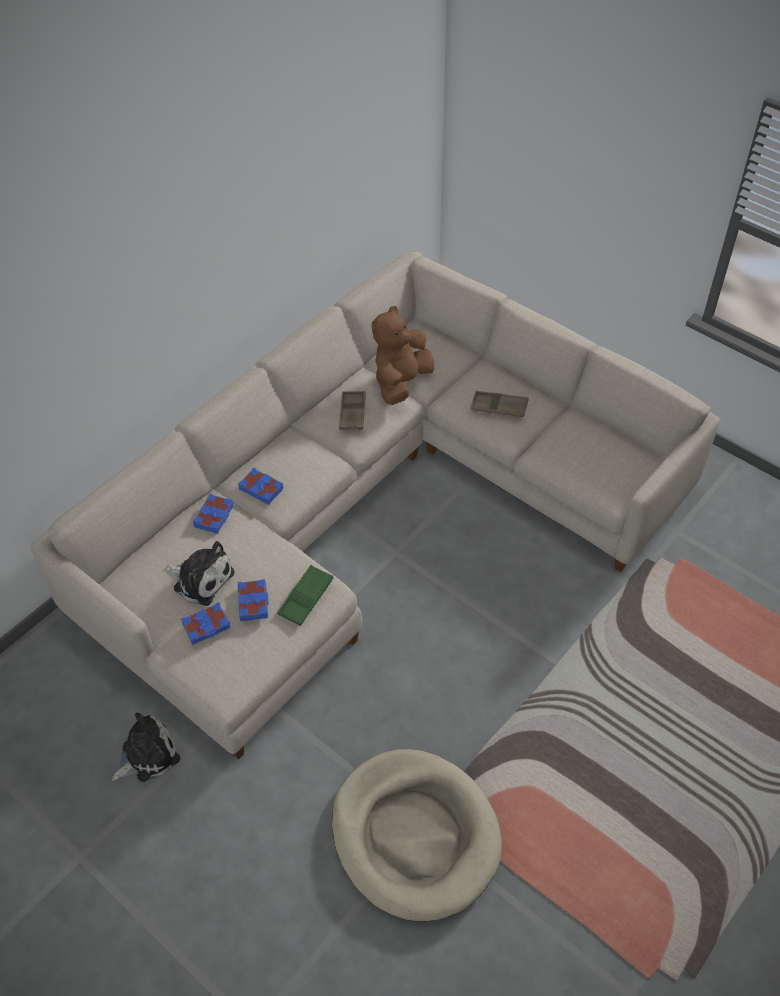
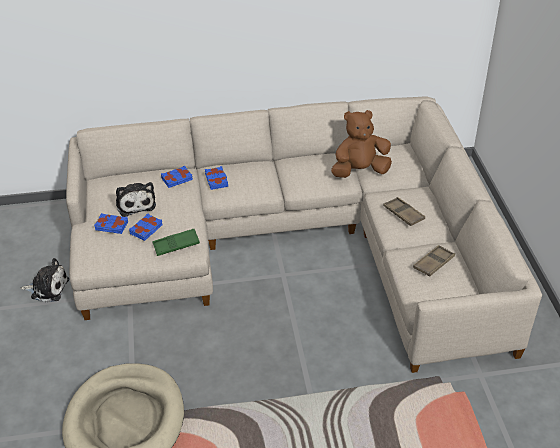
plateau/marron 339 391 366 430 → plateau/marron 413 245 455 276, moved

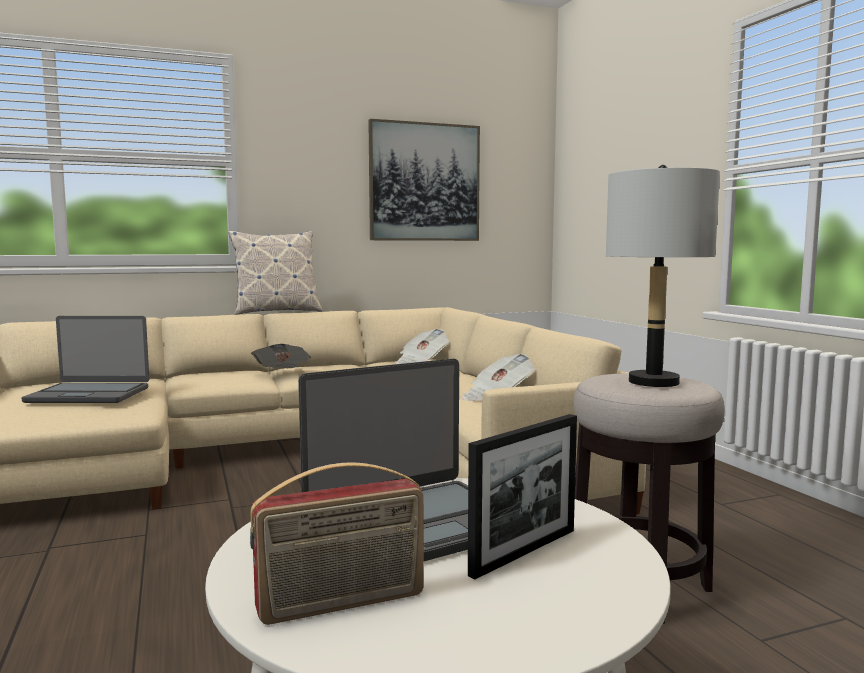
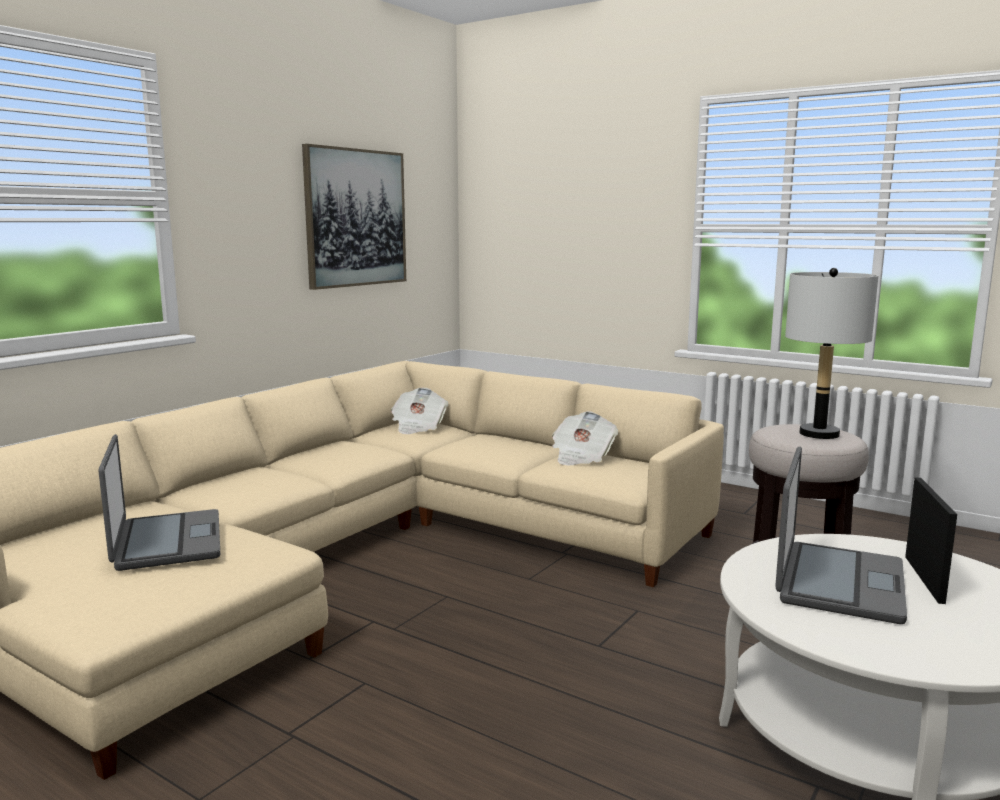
ordinateur portable 22 316 149 403 → ordinateur portable 98 434 220 571, 75 degrees counterclockwise
coussin 228 231 322 315 → -
radio 250 462 424 625 → -
journal 251 344 311 368 → -

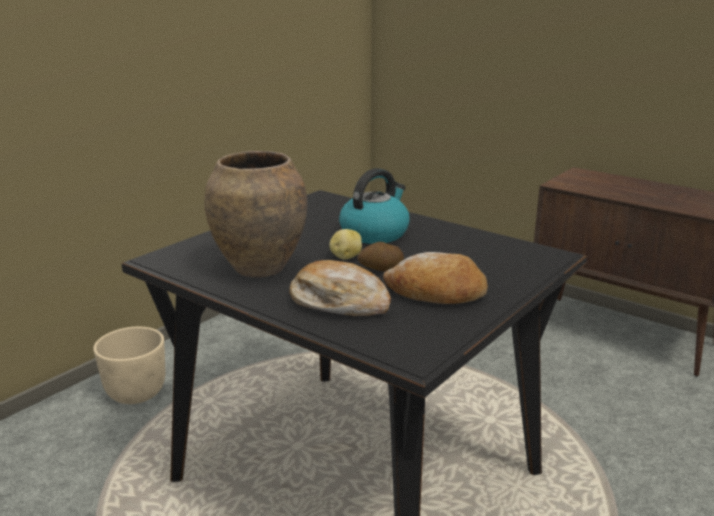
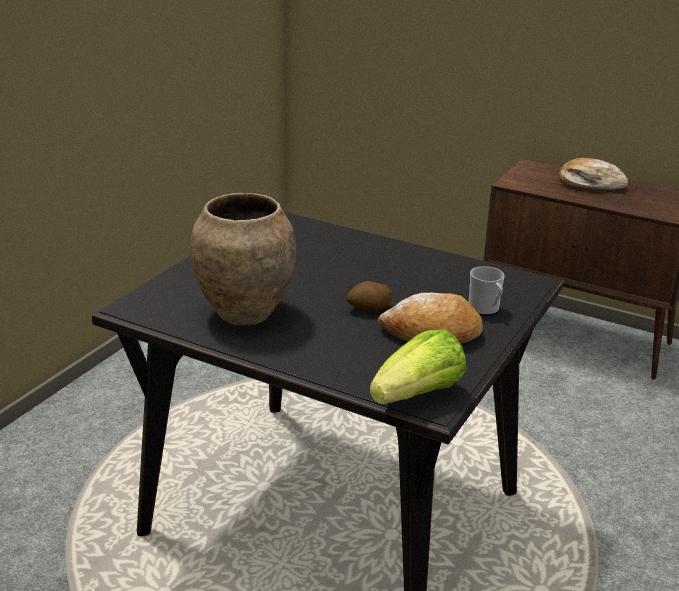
- → laitue 370 330 467 404
- → mug 469 266 504 316
pain 289 260 391 316 → pain 559 158 628 190, moved
cache-pot/beige 93 327 165 404 → -
pomme de terre 329 229 362 260 → -
bouilloire 339 168 410 244 → -

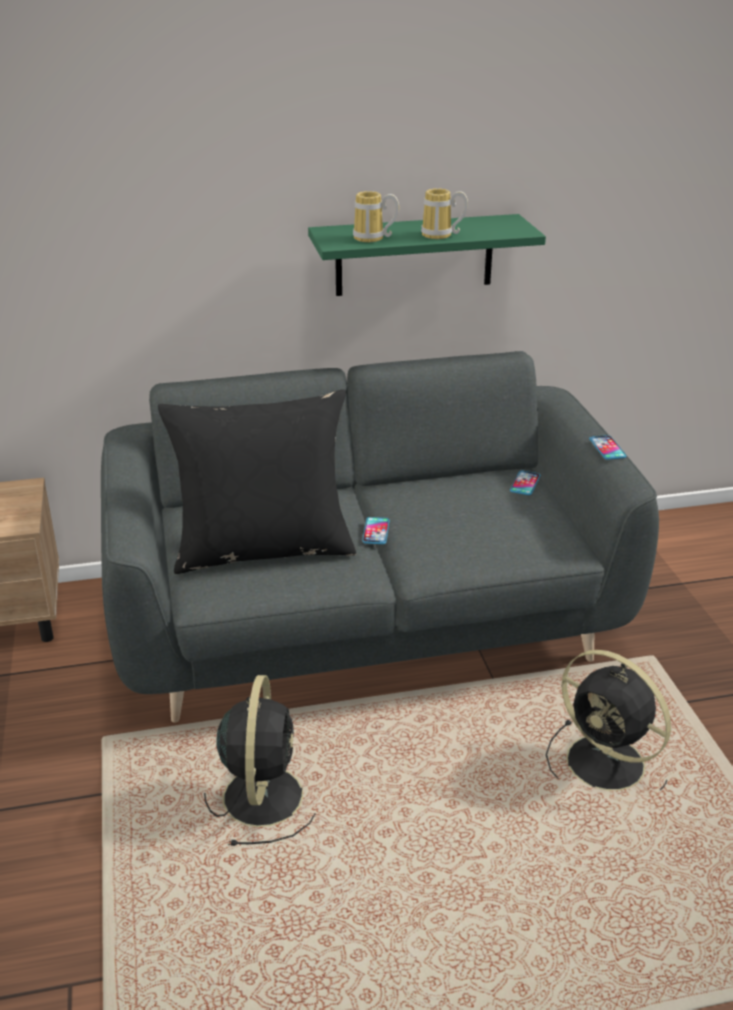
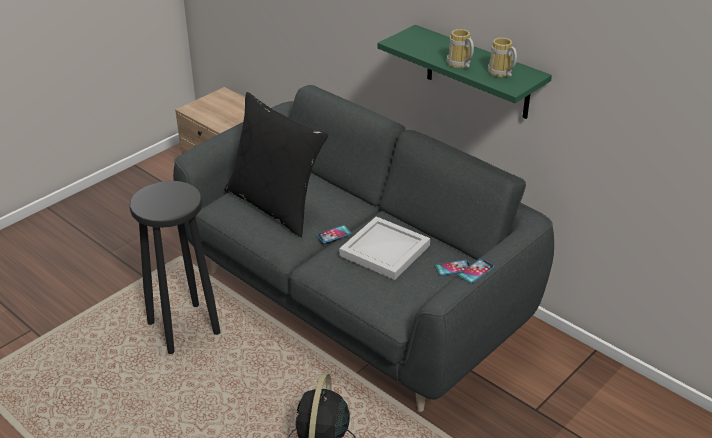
ventilateur/noir 204 675 316 846 → tabouret/noir 130 181 220 354
- → plateau/blanc 339 217 430 280
mug 353 191 399 242 → mug 488 37 517 77, moved

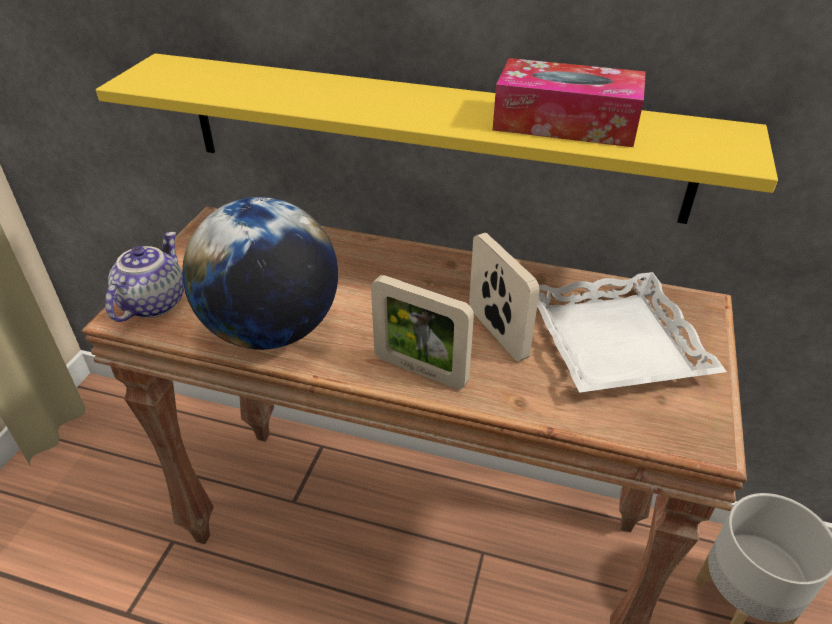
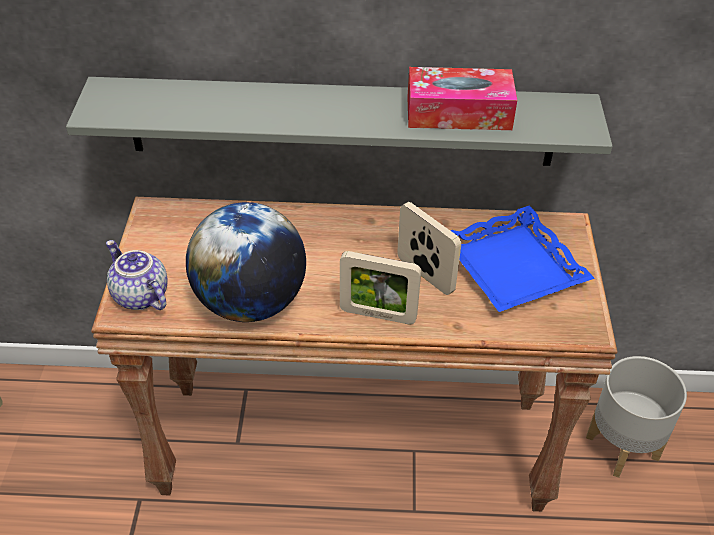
étagère/jaune 96 53 778 224 → étagère/gris 66 77 612 166
théière 105 232 184 322 → théière 106 240 168 310, 45 degrees counterclockwise
plateau/blanc 537 272 727 393 → plateau/bleu 450 205 595 312

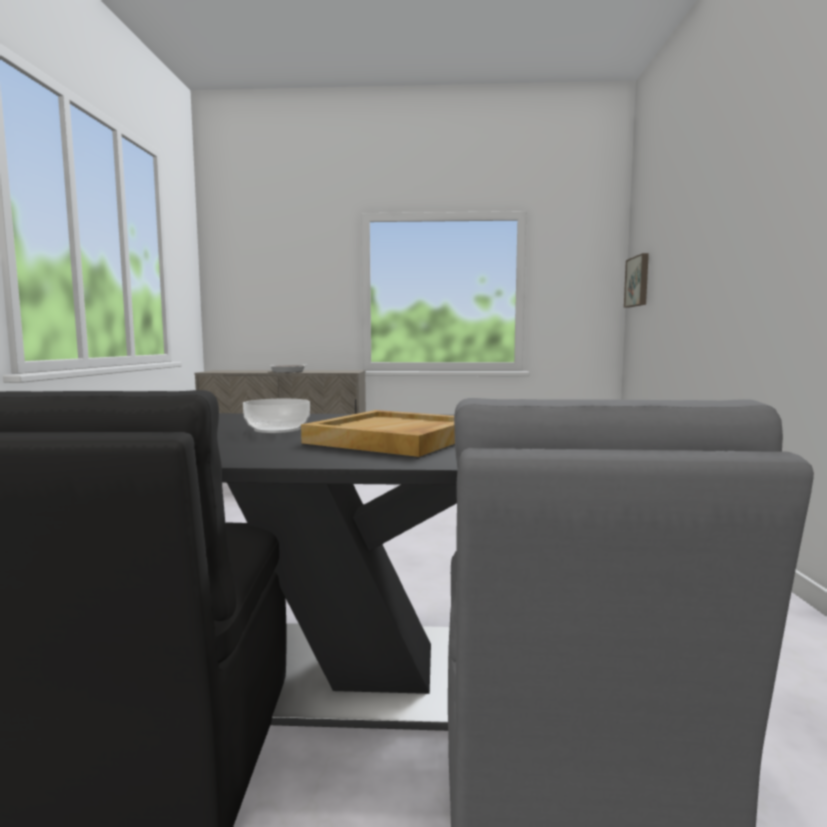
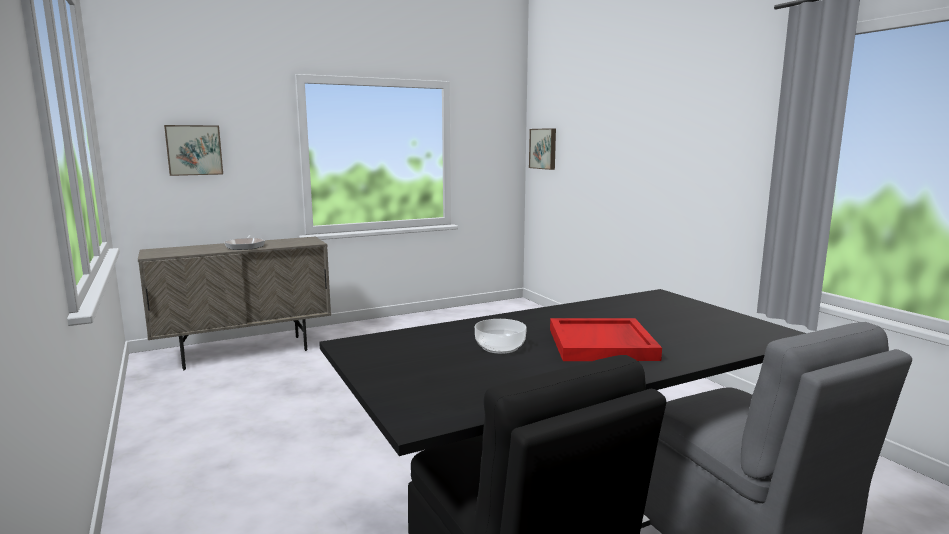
- → tableau 164 125 223 176
plateau/beige 301 410 455 457 → plateau/rouge 550 318 662 361

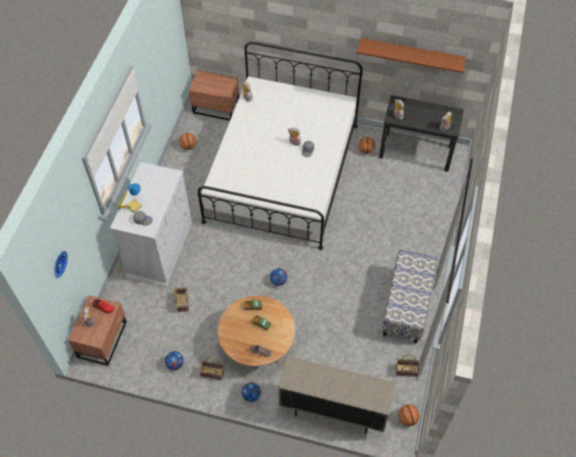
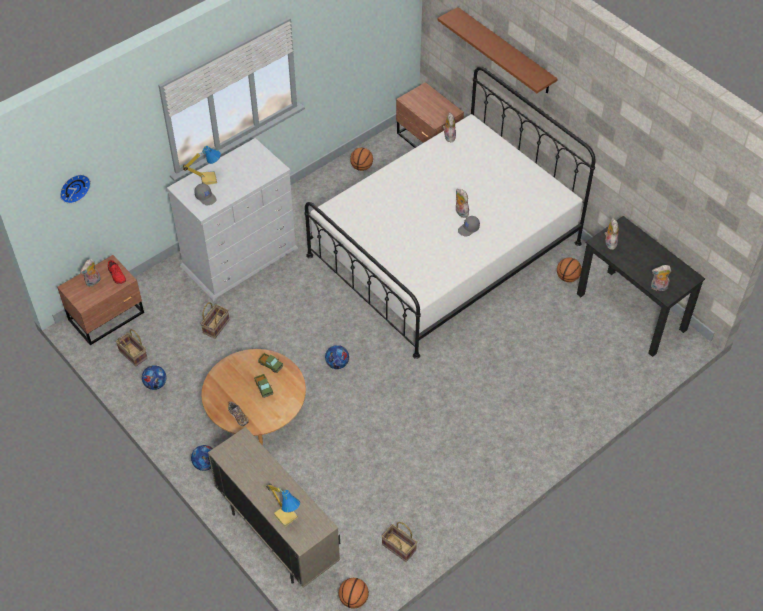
panier 199 357 225 380 → panier 116 329 147 366, moved
- → lampe de table 266 483 300 527
étagère/marron 356 38 466 73 → étagère/marron 438 7 558 93, moved
banc 381 250 437 344 → -

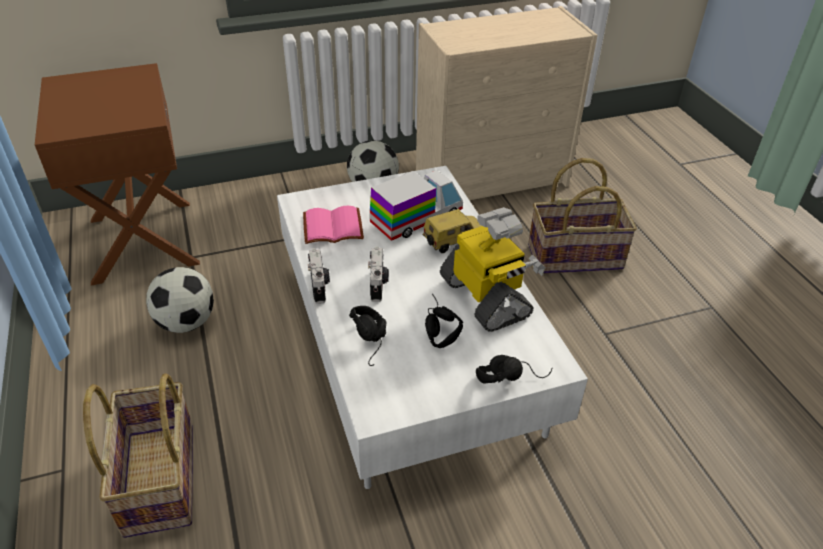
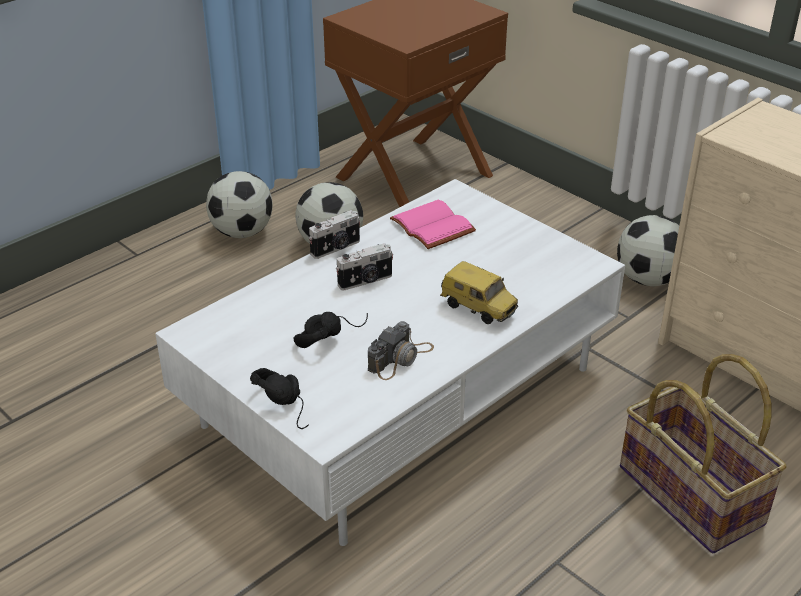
- → ballon de foot 206 171 272 238
robot jouet 440 207 545 332 → appareil photo 368 321 434 380
panier 83 373 193 538 → -
casque audio/noir 349 306 387 366 → -
camion jouet 370 170 463 241 → -

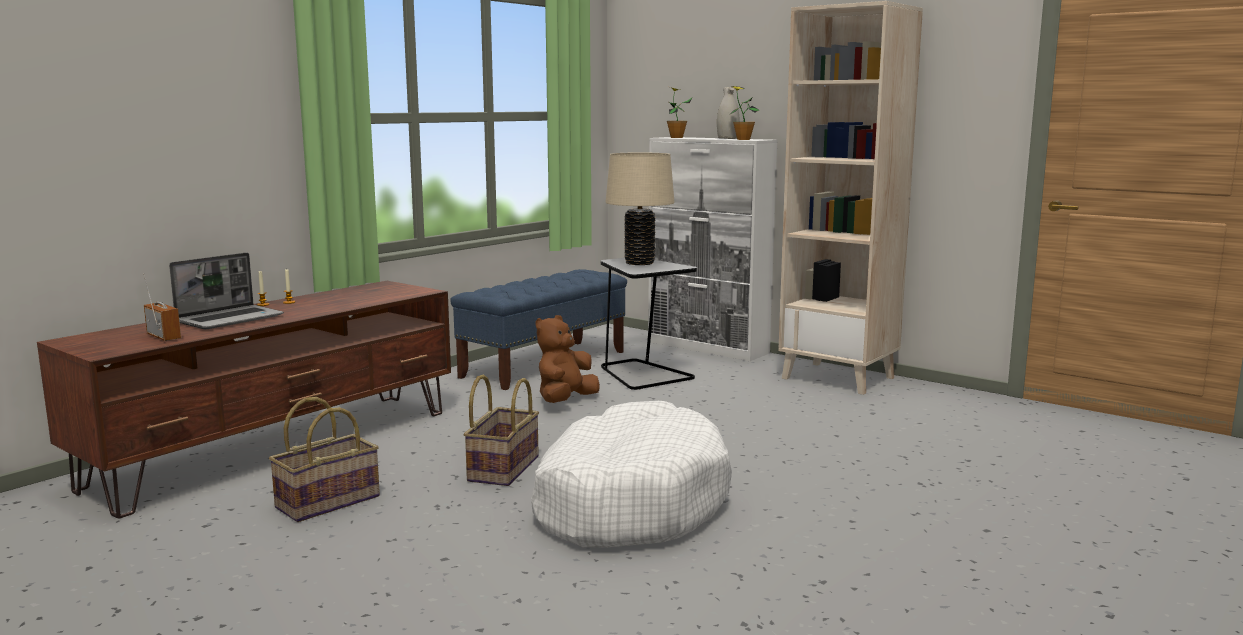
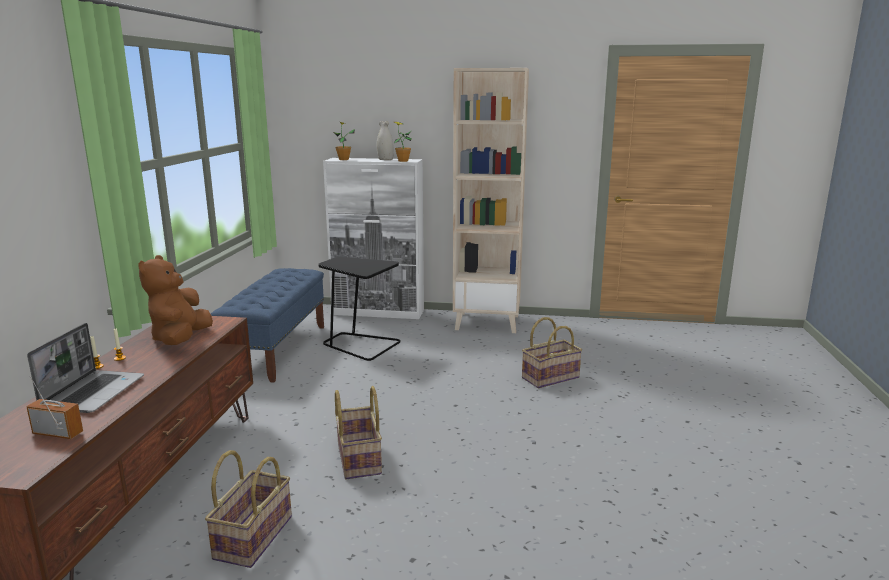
peluche/marron 536 315 600 403 → peluche/marron 138 255 213 345, moved
- → panier 522 317 582 388
panier pour chien/blanc 531 401 732 548 → -
lampe de table/beige 605 152 675 265 → -

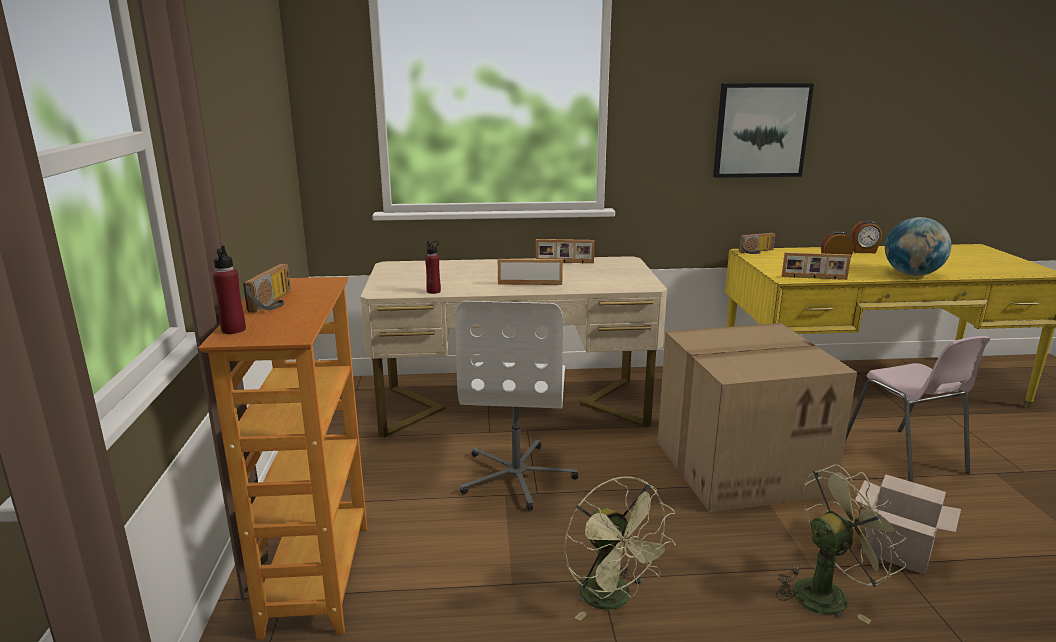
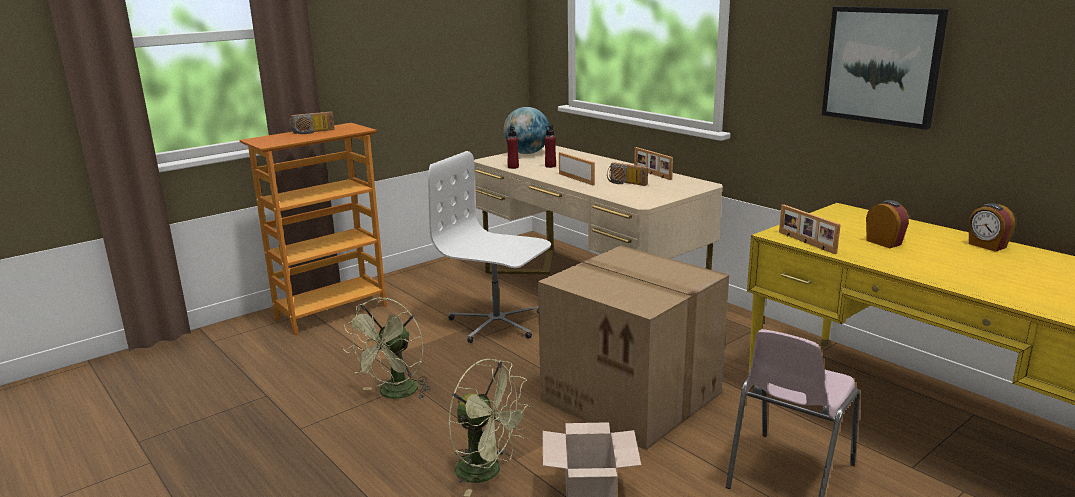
chaise de bureau/blanc 455 301 578 511 → chaise de bureau/blanc 428 151 551 343, 60 degrees clockwise
globe 885 217 951 276 → globe 503 107 550 154, moved
bouteille/rouge 212 246 246 334 → bouteille/rouge 545 125 556 168, moved
radio 739 233 775 254 → radio 607 162 648 186, moved

